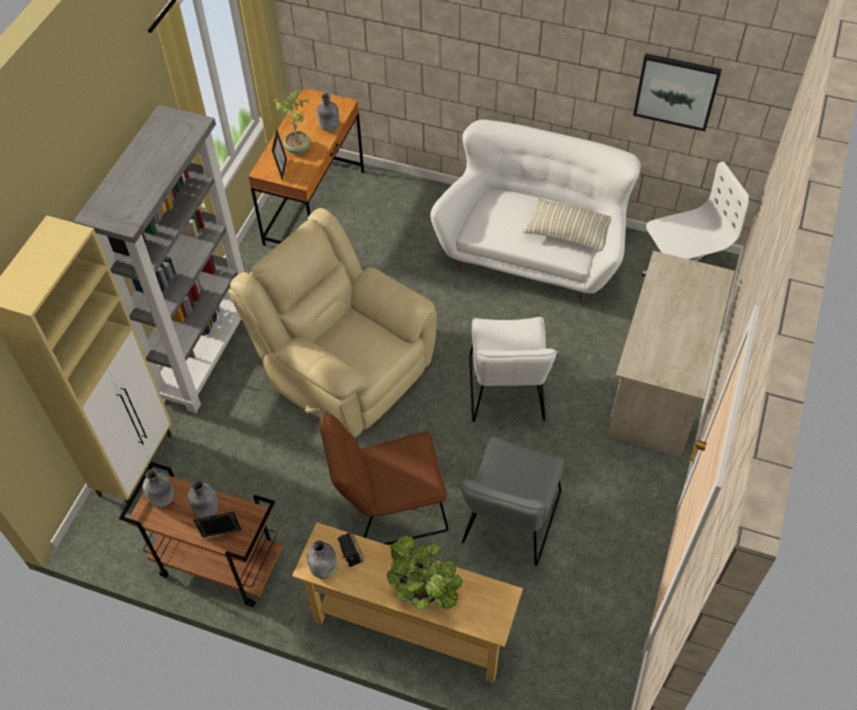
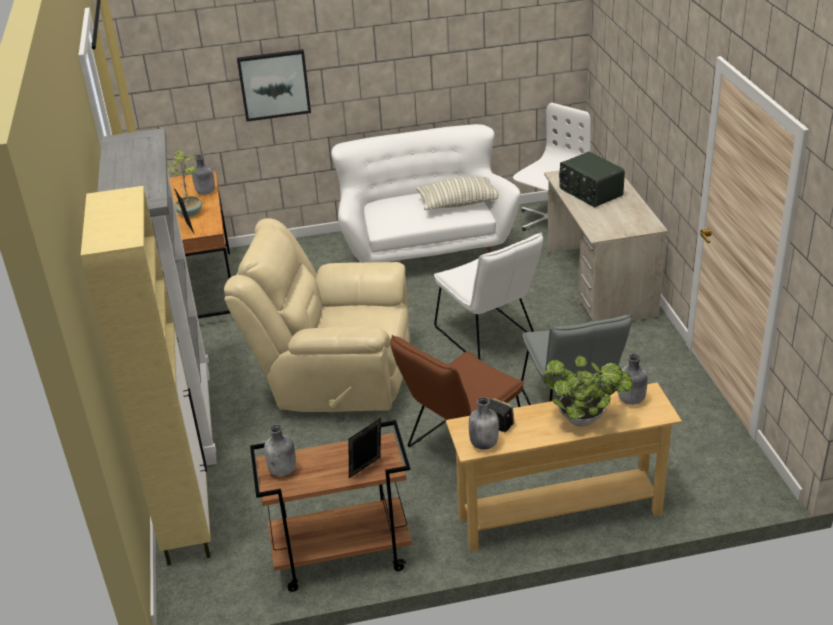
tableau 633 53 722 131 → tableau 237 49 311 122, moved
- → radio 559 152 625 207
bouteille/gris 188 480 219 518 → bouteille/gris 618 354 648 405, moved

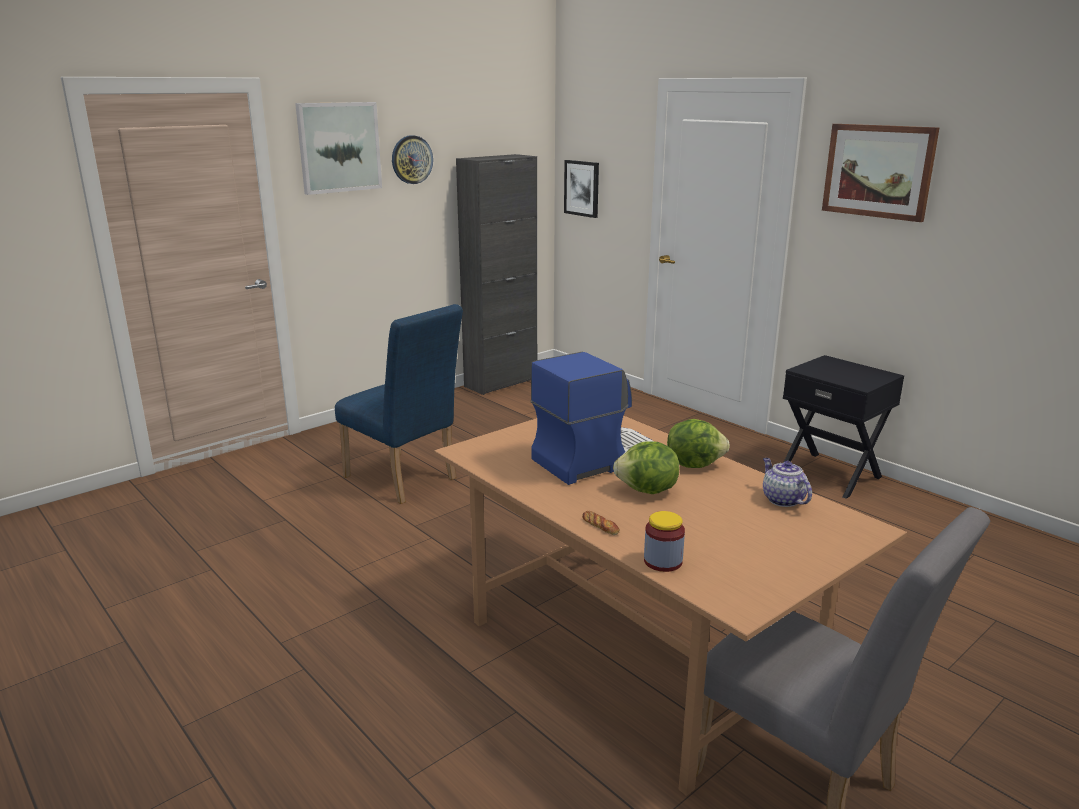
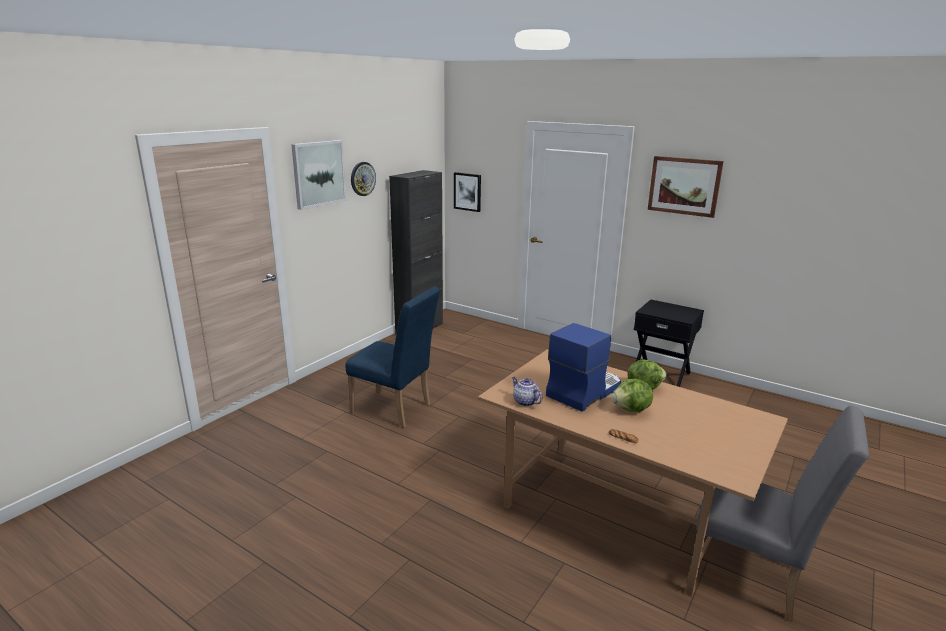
théière 763 458 812 507 → théière 512 377 543 406, moved
bocal 644 511 685 572 → -

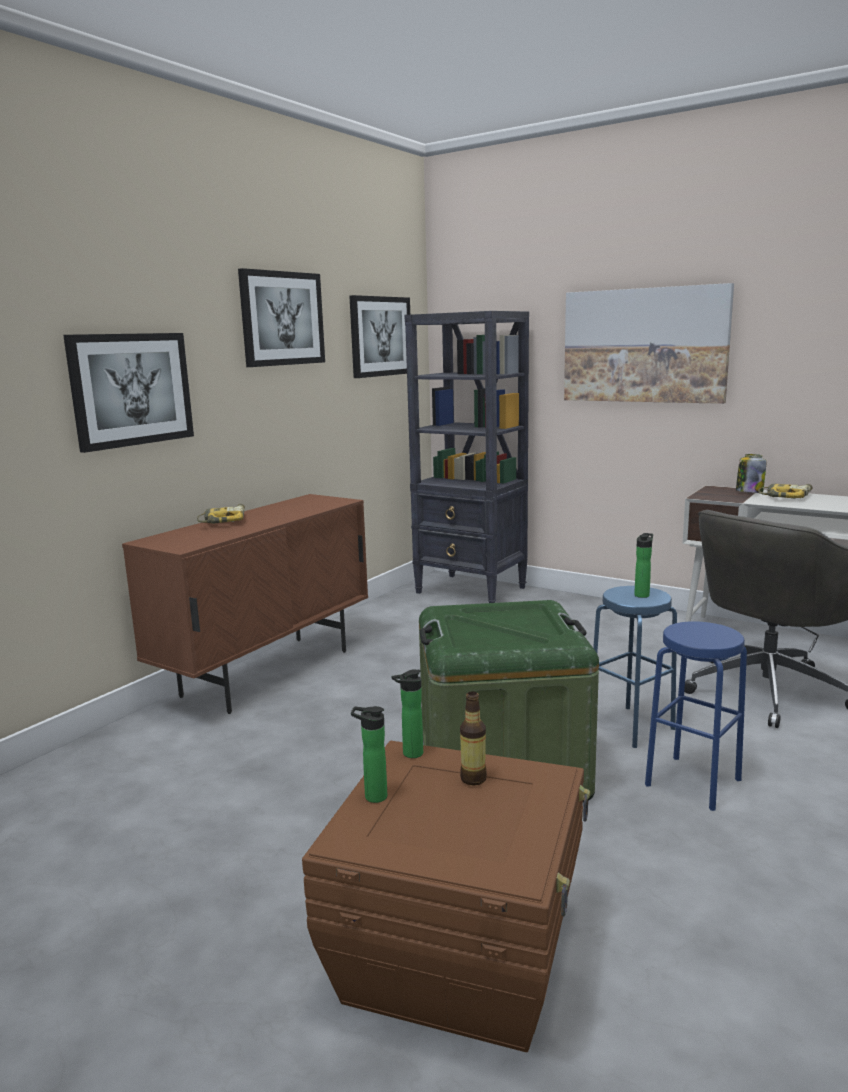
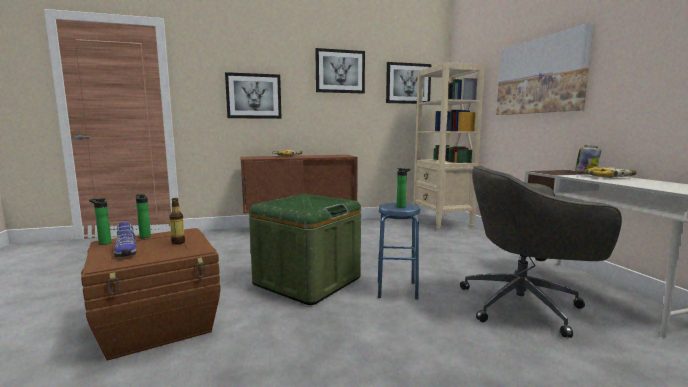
bouteille 391 669 423 758 → bouteille 89 198 111 245, moved
- → chaussure 114 222 137 257
bibliothèque/noir 404 311 529 603 → bibliothèque/beige 413 62 485 231
tabouret/bleu 645 621 747 811 → -

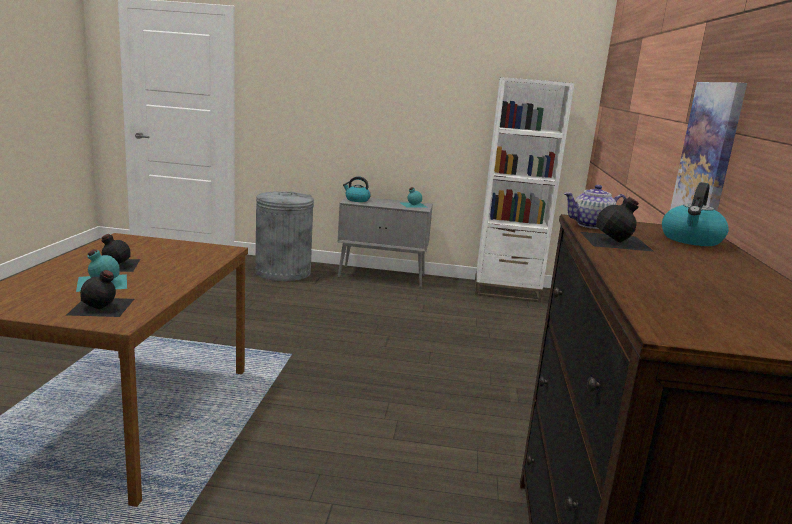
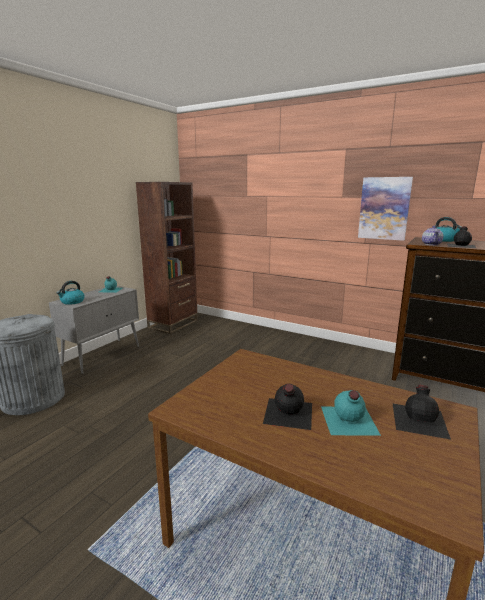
bibliothèque/blanc 475 77 575 303 → bibliothèque/marron 136 182 198 334

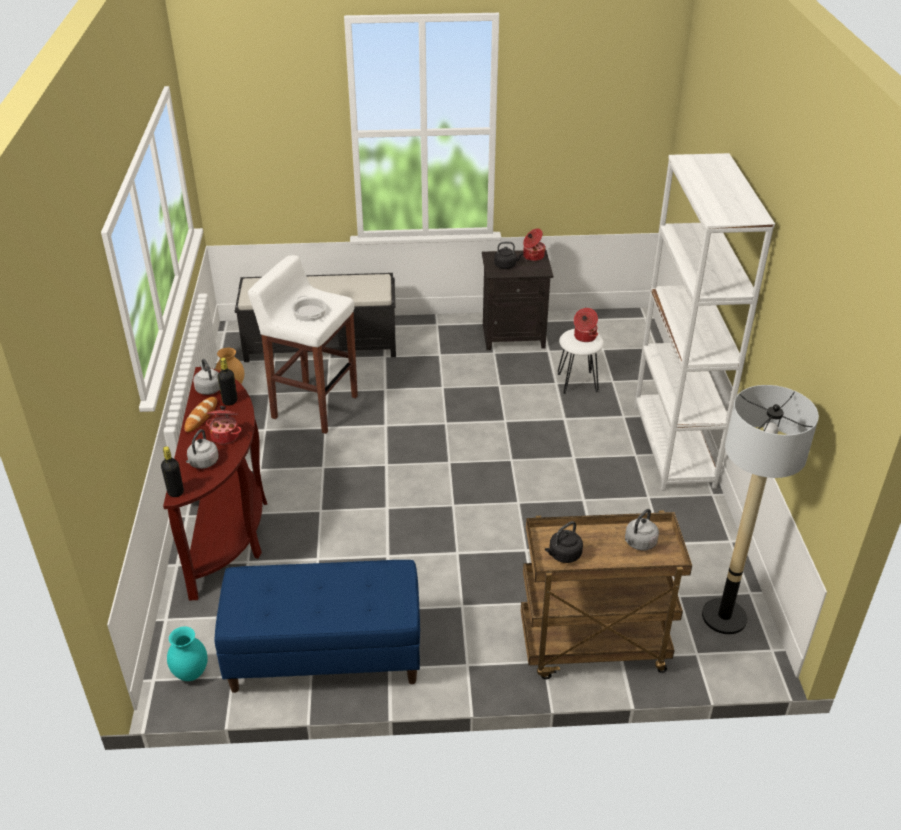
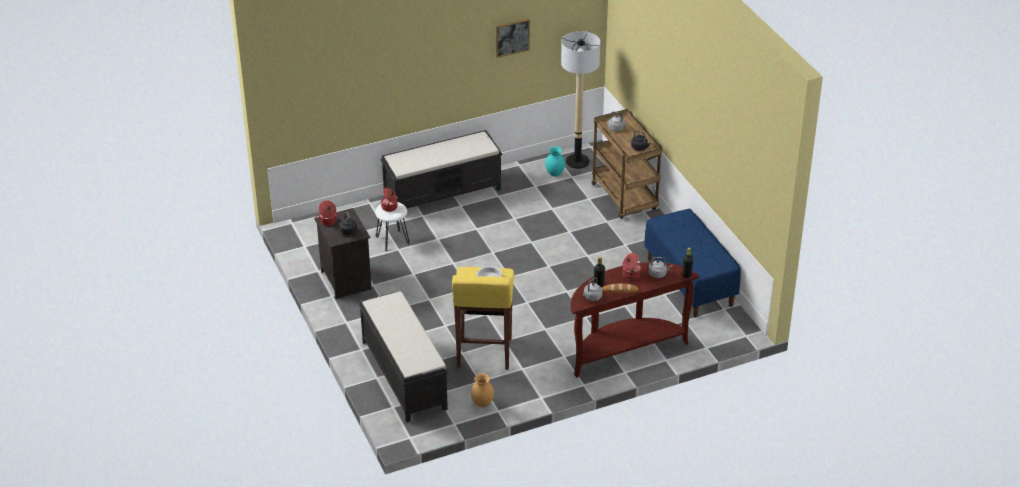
bibliothèque/blanc 634 153 775 491 → banc/noir 381 130 502 208
tabouret/blanc 248 255 358 434 → tabouret/jaune 452 267 514 370
- → tableau 496 19 530 58
vase/turquoise 167 626 207 681 → vase/turquoise 545 147 565 176, moved

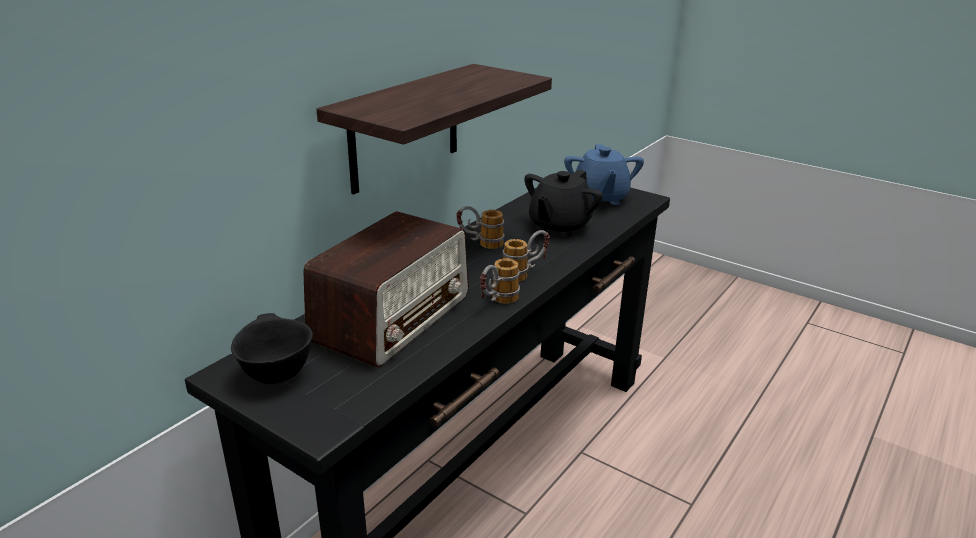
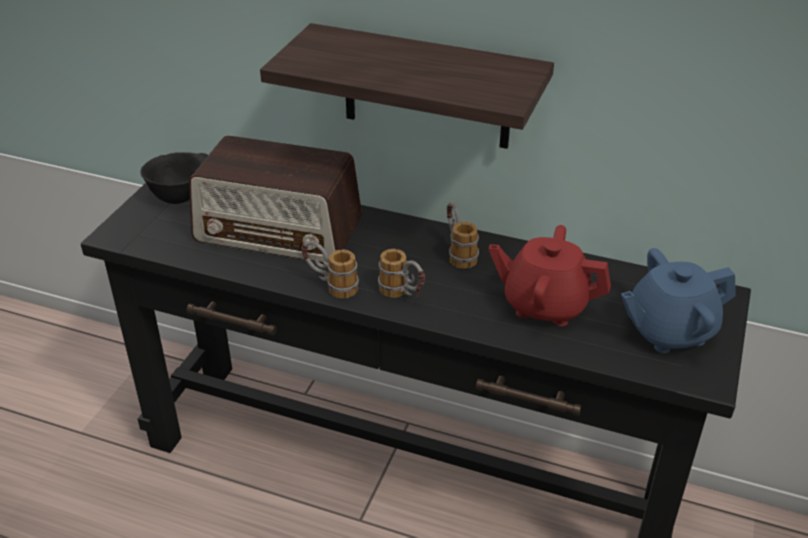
théière/noir 524 169 603 237 → théière/rouge 489 225 611 326

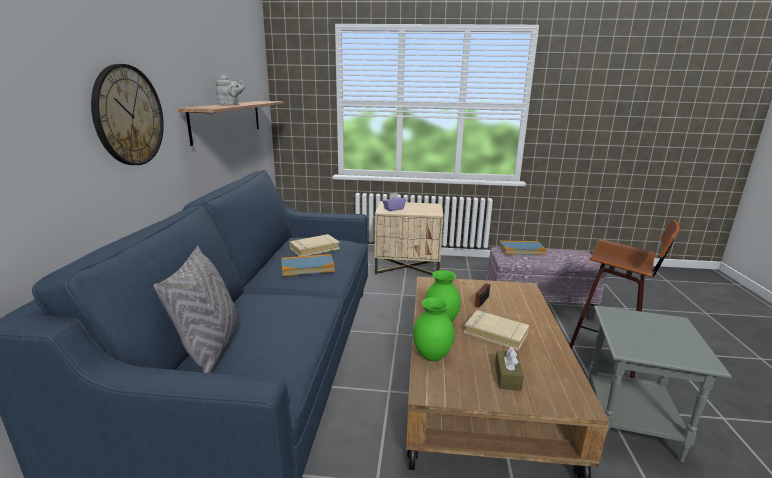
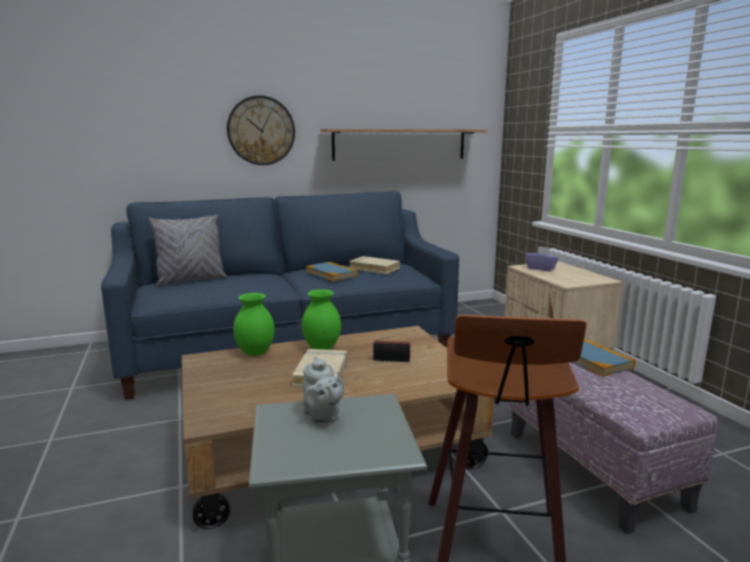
théière/gris 215 75 245 105 → théière/gris 302 356 344 423, moved
boîte à mouchoirs/marron 495 347 524 391 → -

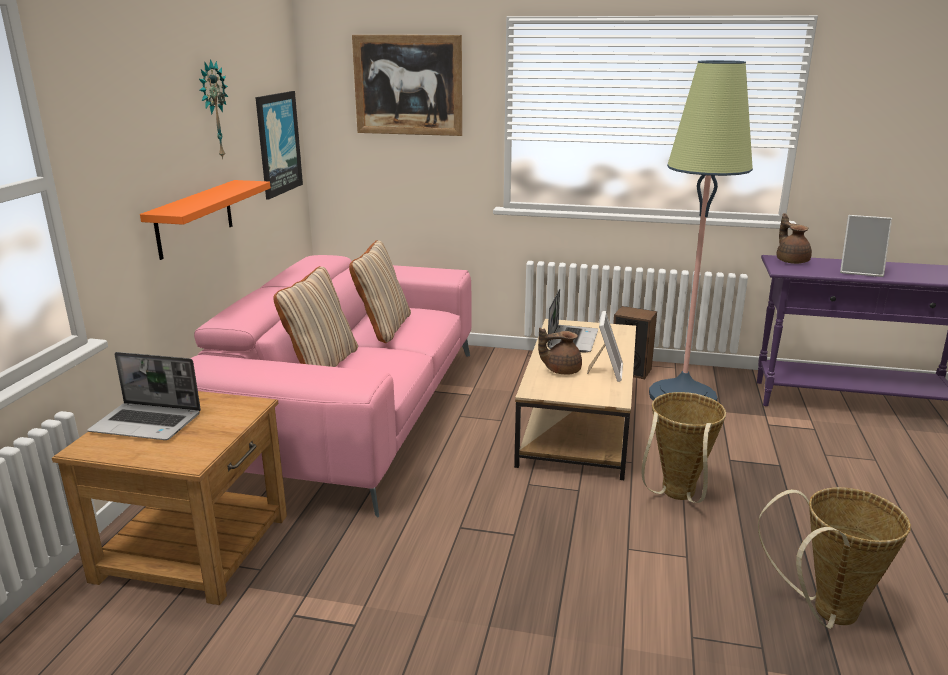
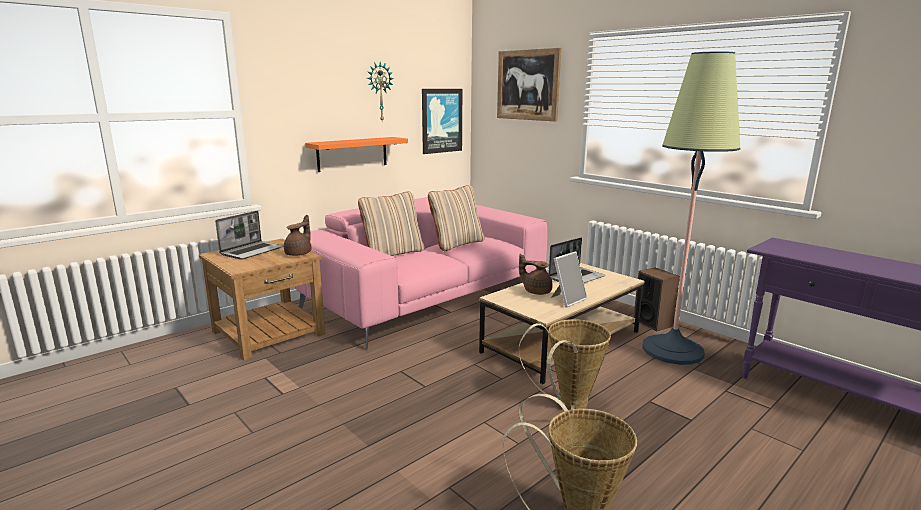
ordinateur portable 87 352 201 440 → ordinateur portable 215 211 283 260, 105 degrees counterclockwise
théière/marron 777 213 812 264 → théière/marron 284 215 312 256, moved
cadre photo 840 215 892 277 → -

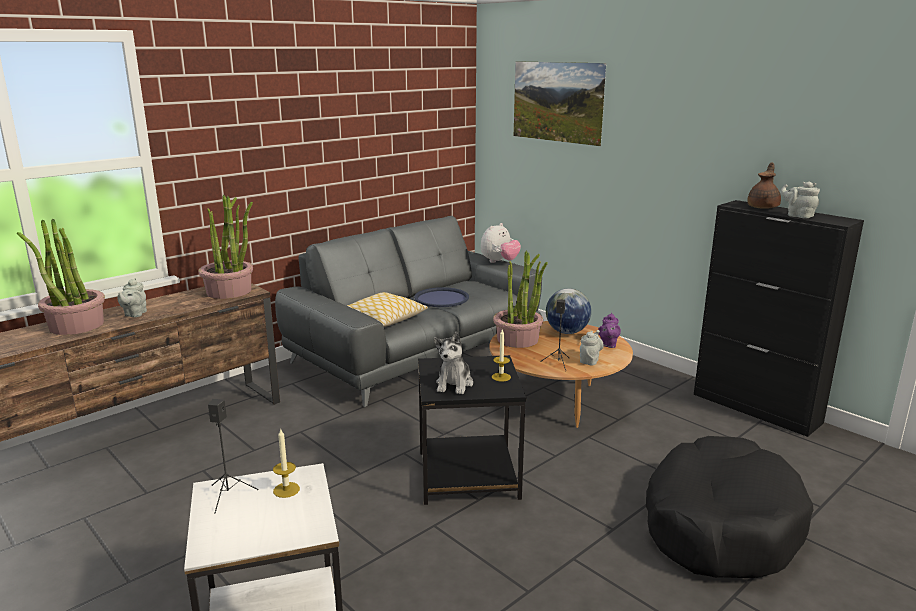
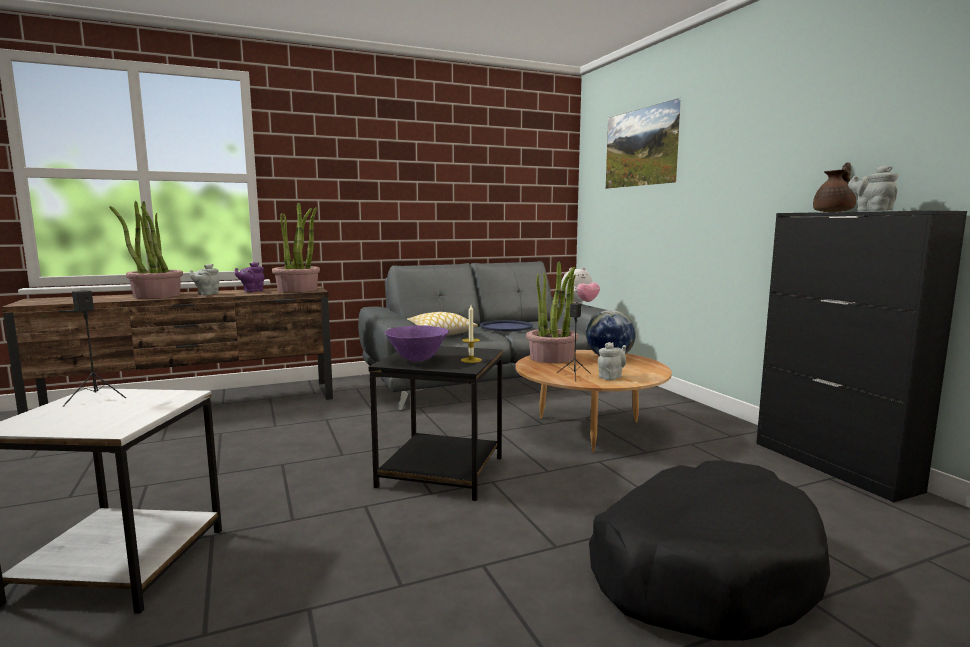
théière/violet 598 313 621 348 → théière/violet 235 262 264 292, moved
peluche 434 332 473 394 → bol/violet 385 325 449 362
bougie 273 428 300 498 → -

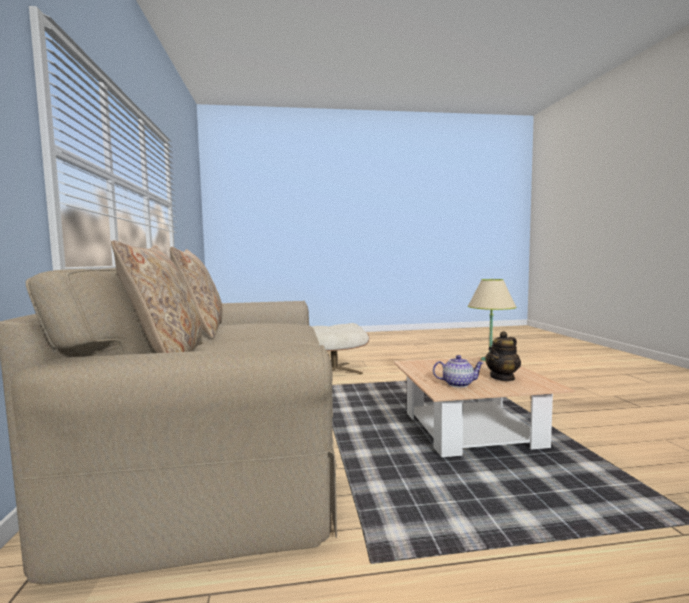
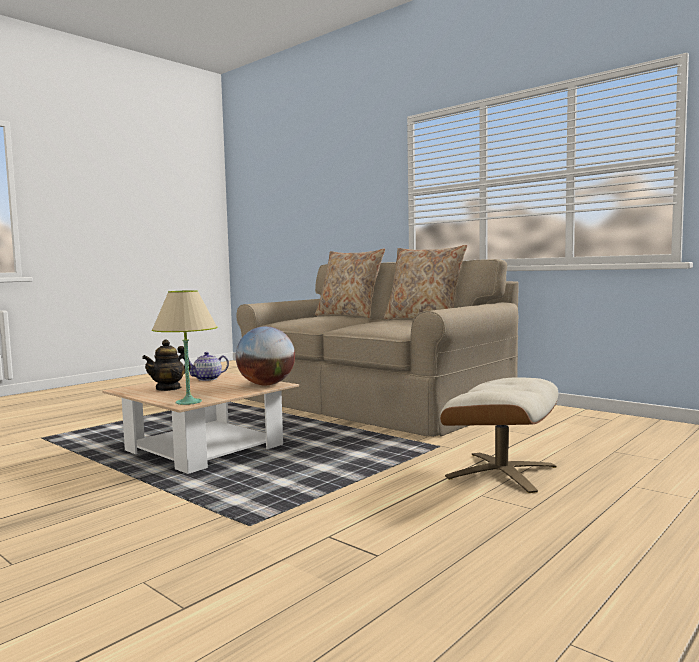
théière 485 331 521 382 → théière 142 339 191 391, 150 degrees counterclockwise
- → globe 236 326 295 385

